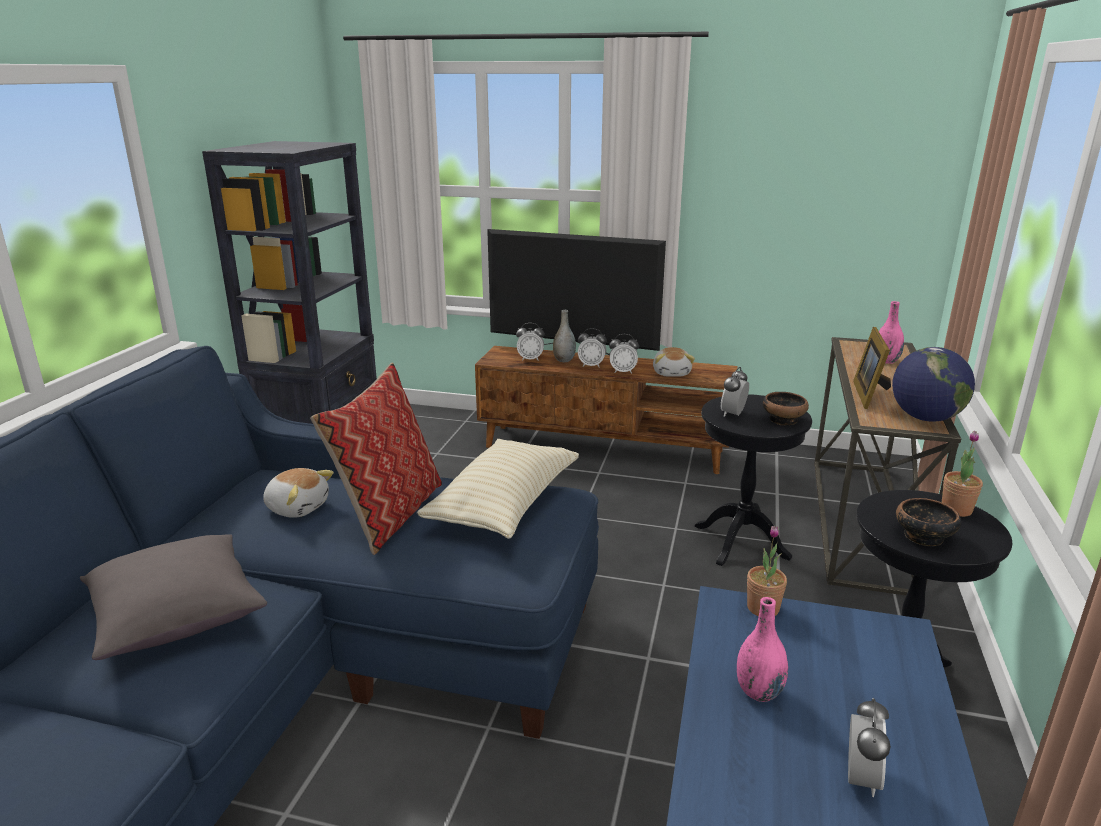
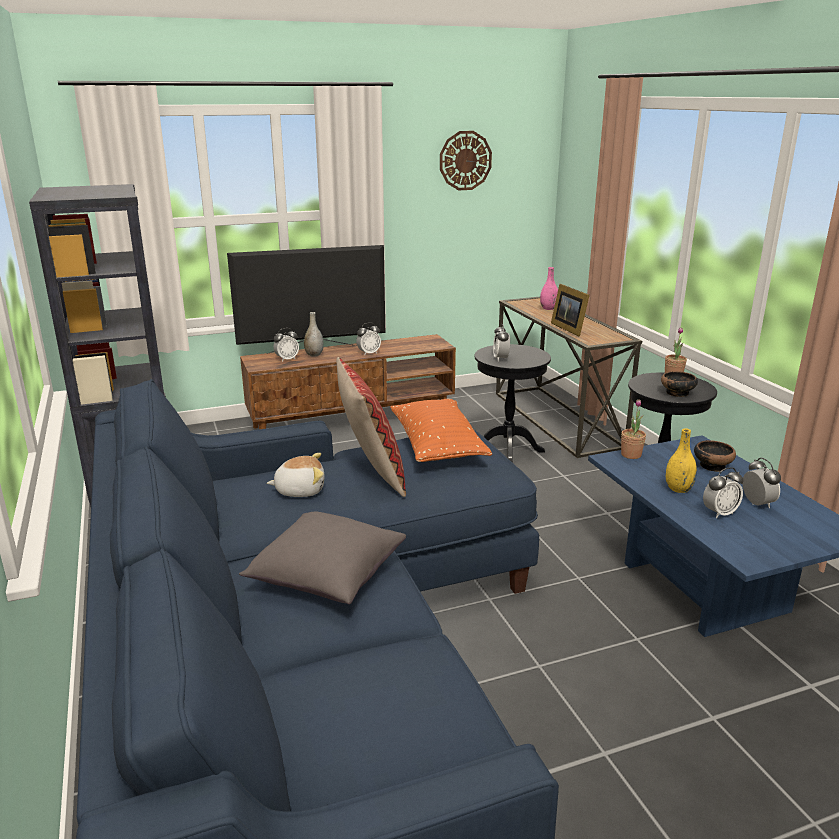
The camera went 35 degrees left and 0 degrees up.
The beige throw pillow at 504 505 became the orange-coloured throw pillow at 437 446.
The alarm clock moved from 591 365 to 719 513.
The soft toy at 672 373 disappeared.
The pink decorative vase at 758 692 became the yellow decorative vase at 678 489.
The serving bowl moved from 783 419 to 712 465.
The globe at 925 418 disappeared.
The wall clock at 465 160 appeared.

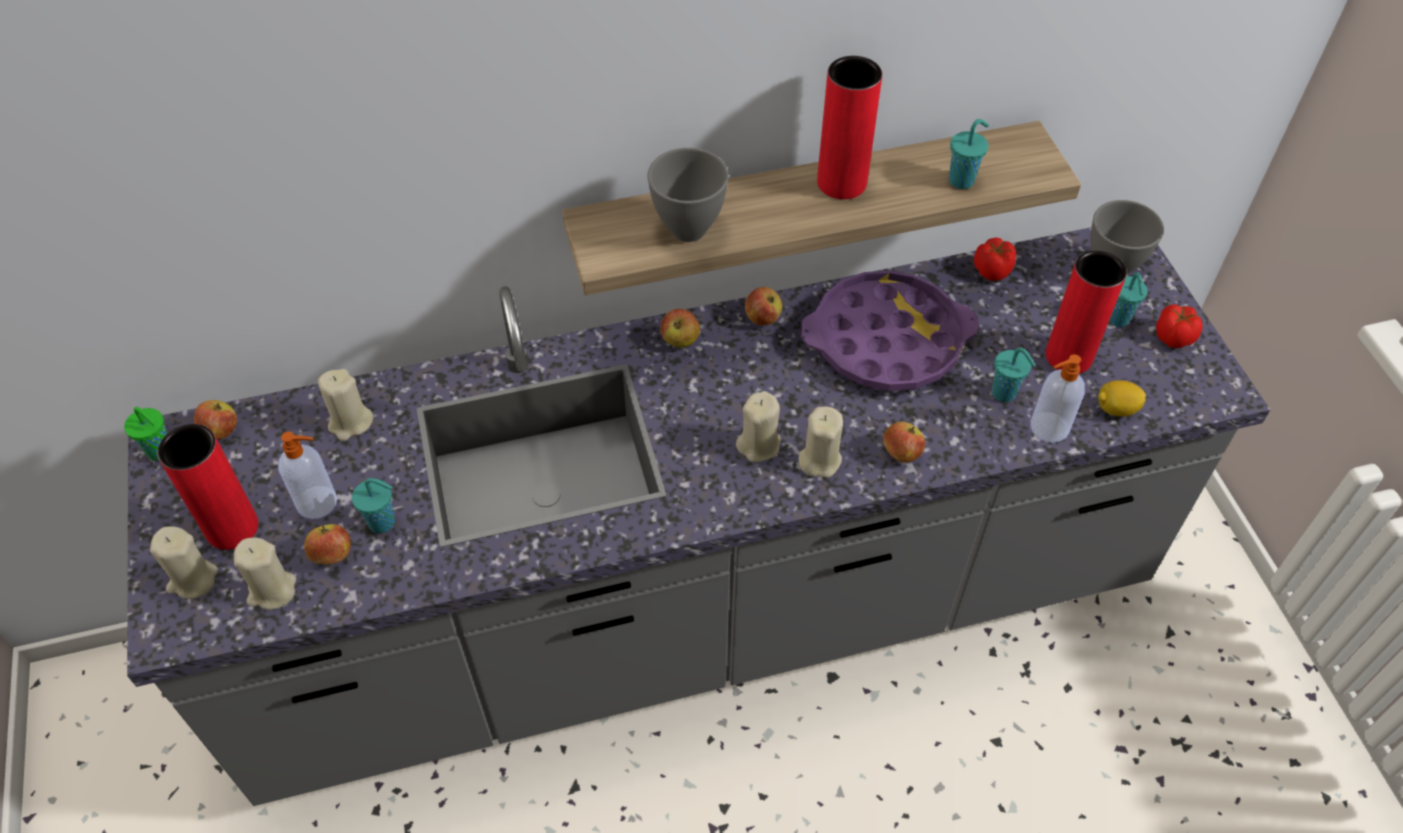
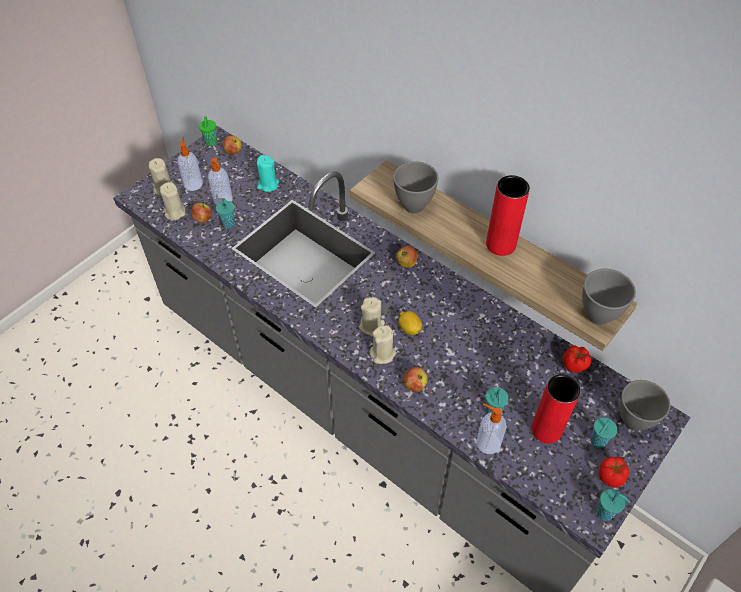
The camera went 55 degrees right and 0 degrees up.
The reddish decorative vase at 232 528 was replaced by the soap bottle at 193 184.
The beige candle at 350 422 became the turquoise candle at 268 185.
The apple fruit at 762 318 disappeared.
The purplish tray at 886 340 disappeared.
The turquoise small cup moved from 962 180 to 605 513.
The lemon moved from 1116 409 to 409 329.
The gray serving bowl at 599 315 appeared.

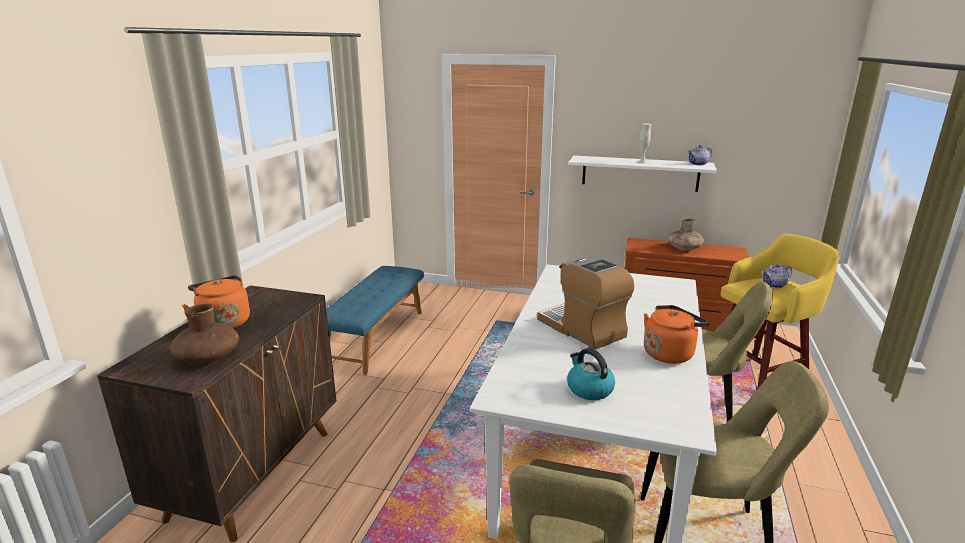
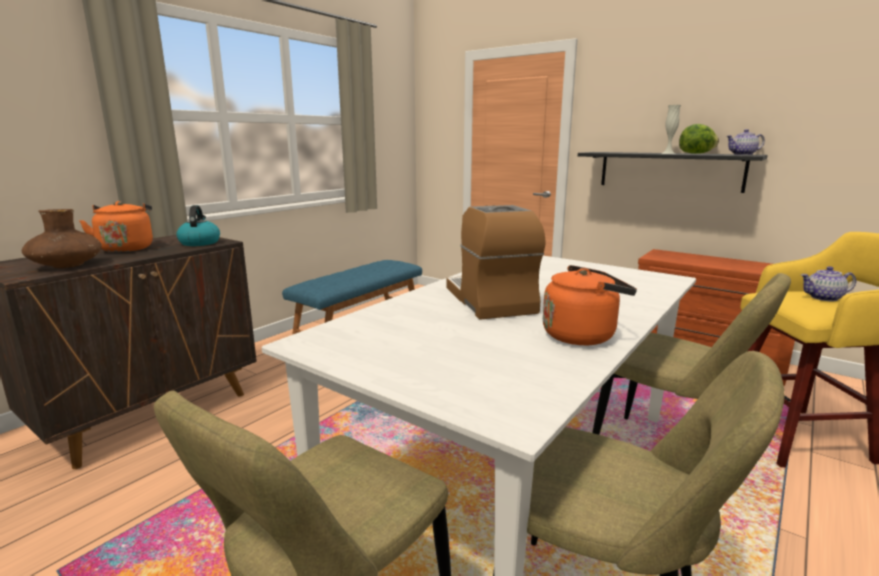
The camera went 20 degrees right and 5 degrees down.
The water kettle moved from 589 389 to 199 242.
The white bracket shelf at 640 173 became the black-coloured bracket shelf at 669 171.
The brown-coloured decorative vase at 684 249 disappeared.
The lettuce at 696 153 appeared.

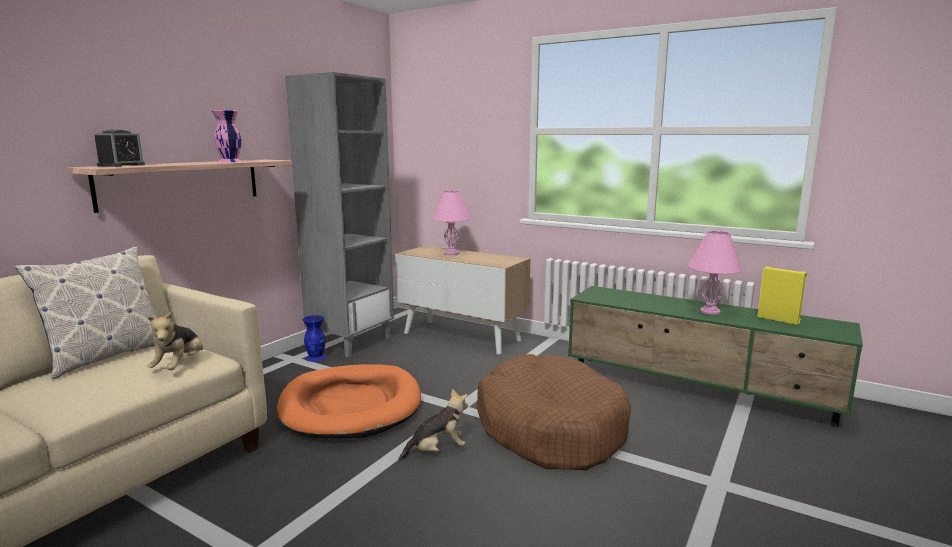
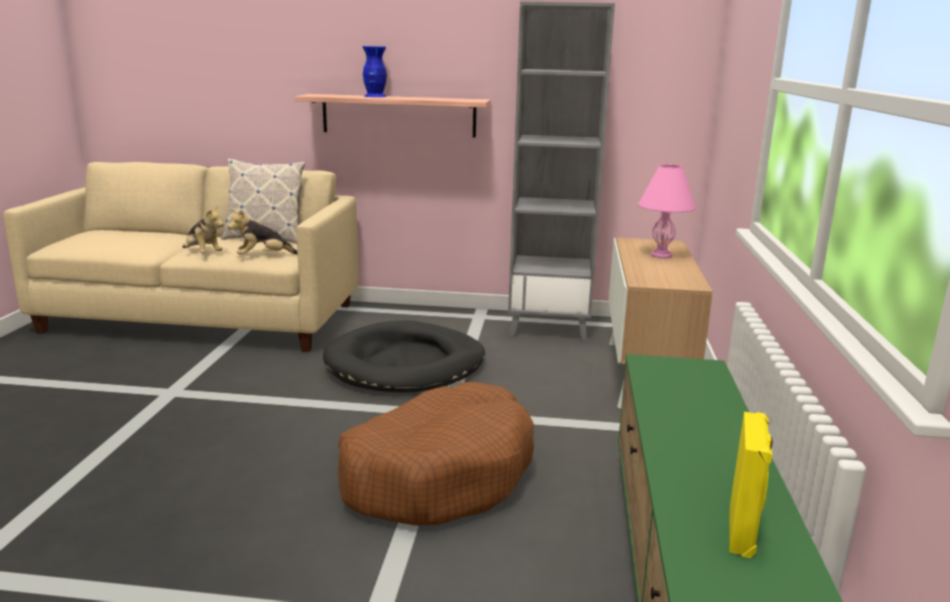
The camera went 65 degrees right and 5 degrees up.
The alarm clock at 121 165 disappeared.
The pink decorative vase at 229 161 disappeared.
The orange-coloured dog cushion at 351 406 became the black-coloured dog cushion at 405 364.
The bluish decorative vase moved from 316 357 to 375 96.
The soft toy moved from 437 451 to 203 254.
The pink table lamp at 710 311 disappeared.

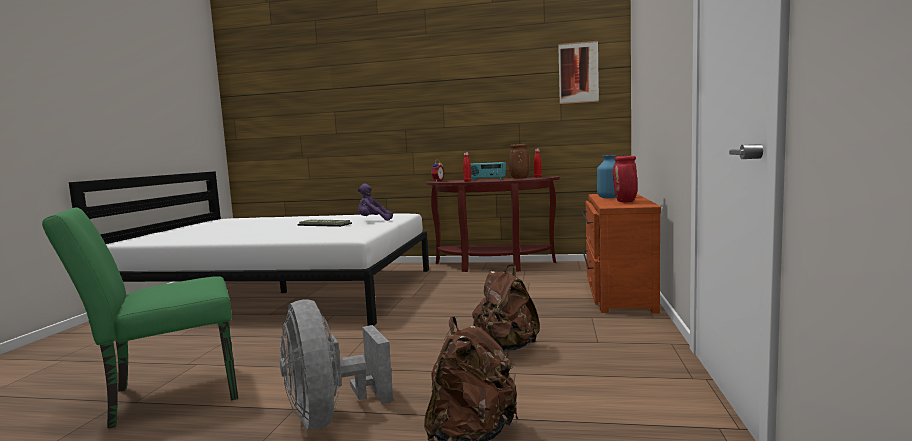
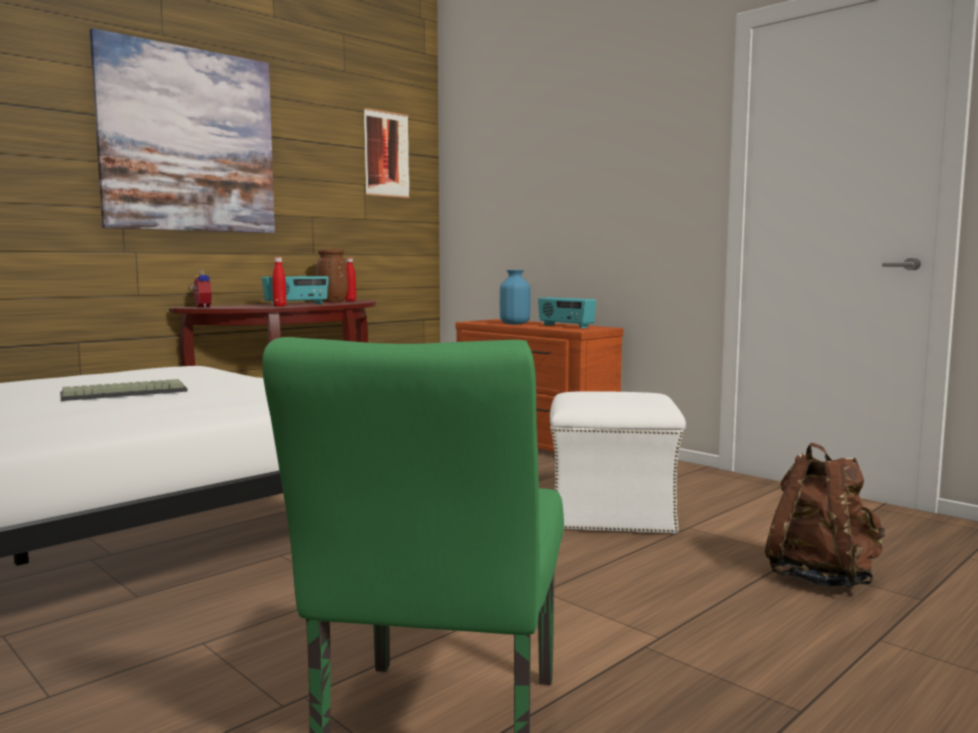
The camera went 55 degrees left and 0 degrees up.
The gray electric fan at 329 416 disappeared.
The purplish soft toy at 373 221 disappeared.
The brown-coloured backpack at 505 348 was replaced by the white pouffe at 613 513.
The reddish decorative vase at 626 202 was replaced by the radio set at 565 326.
The wall art at 189 140 appeared.

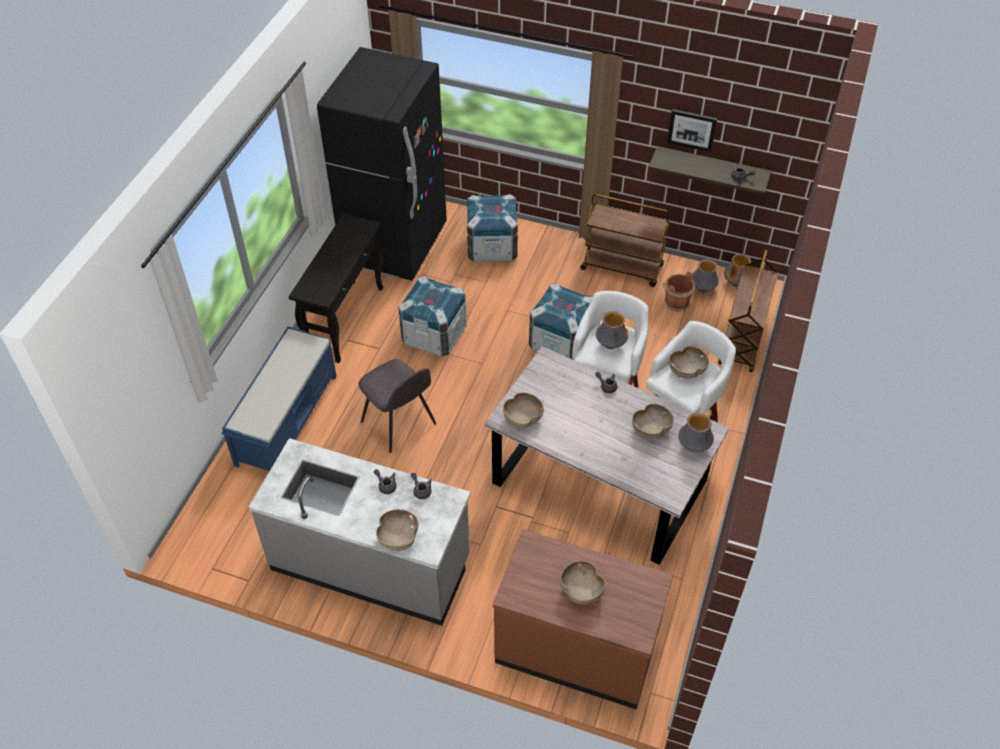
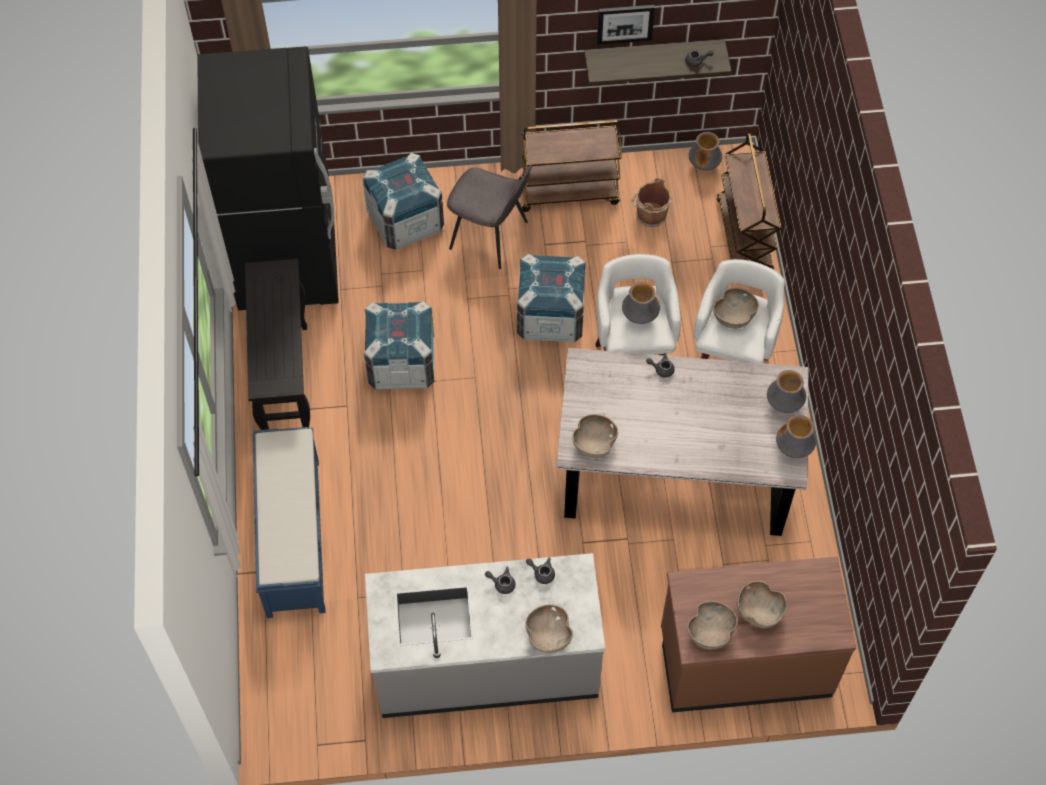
The camera went 25 degrees left and 10 degrees up.
The gray upright chair moved from 399 424 to 490 236.
The brown-coloured serving bowl moved from 651 429 to 710 632.
The decorative vase moved from 702 289 to 793 449.

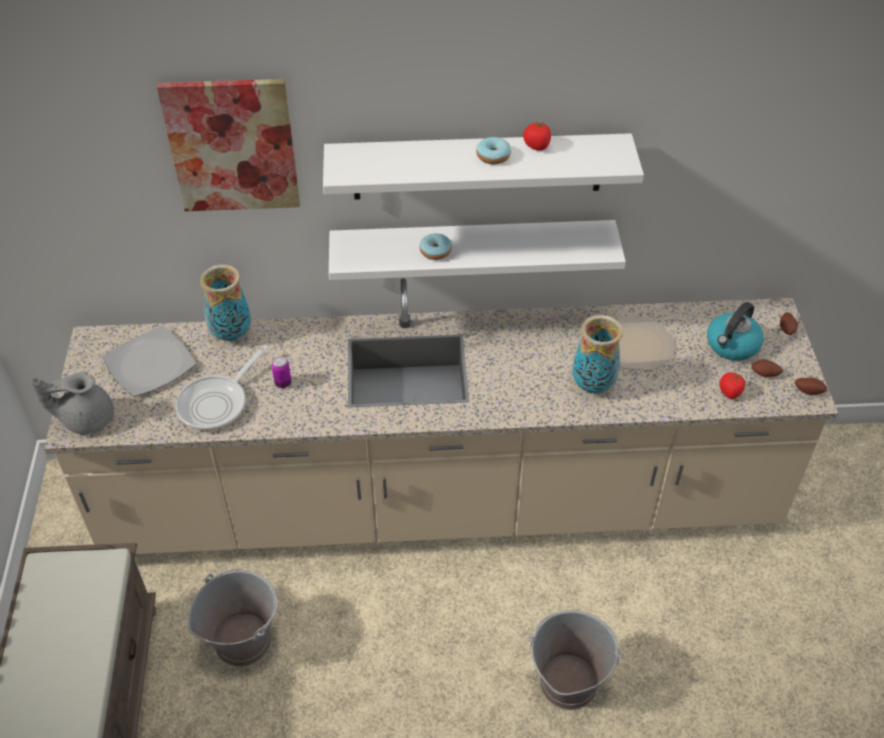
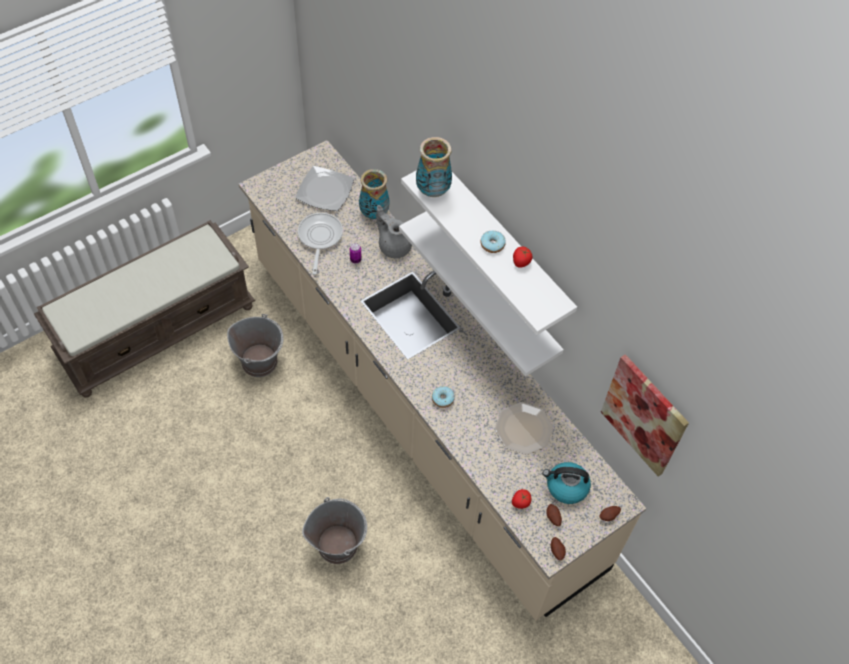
The camera went 55 degrees right and 10 degrees up.
The gray teapot moved from 86 419 to 394 246.
The wall art moved from 232 145 to 644 415.
The skillet at 217 403 turned 90 degrees clockwise.
The doughnut moved from 435 251 to 442 399.
The decorative vase moved from 593 385 to 433 191.

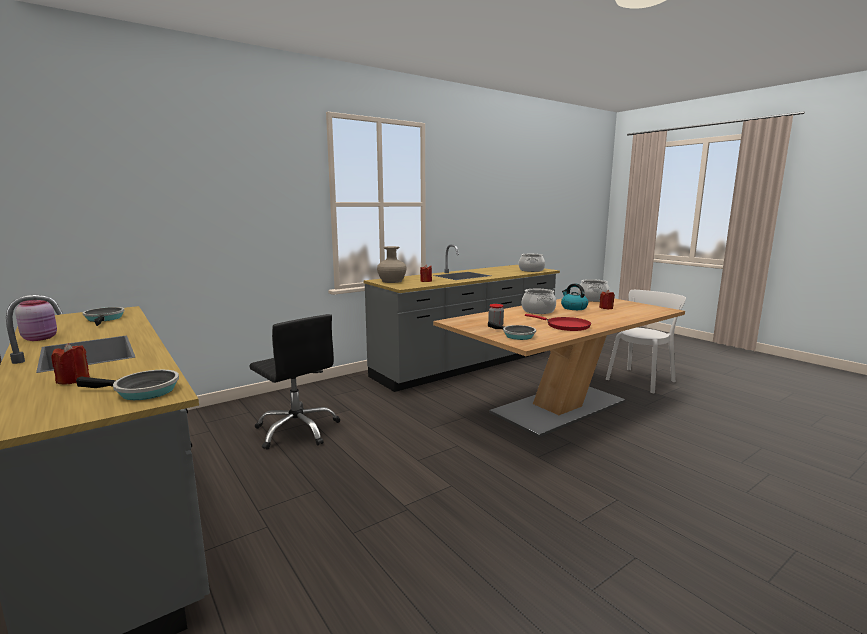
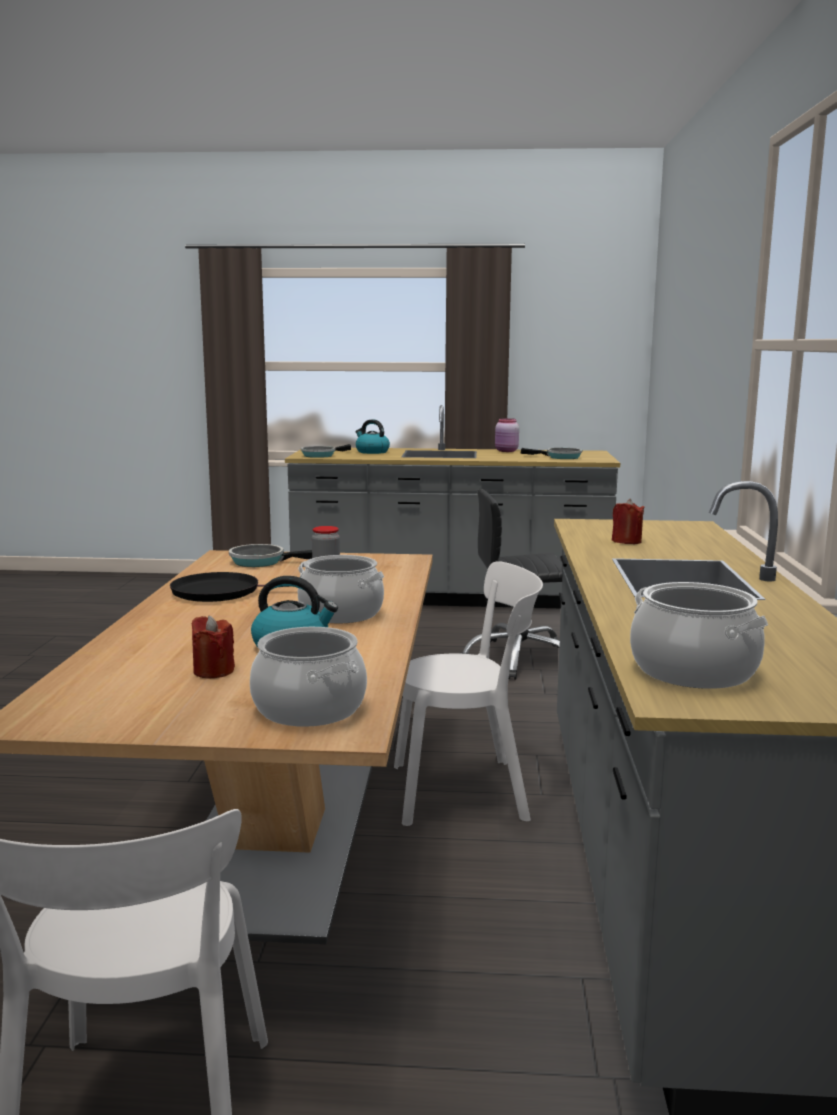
The camera went 130 degrees right and 0 degrees up.
The reddish candle at 74 380 was replaced by the water kettle at 372 452.
The beige decorative vase at 392 281 disappeared.
The reddish skillet at 565 326 became the black-coloured skillet at 222 592.
The white upright chair at 466 791 appeared.

